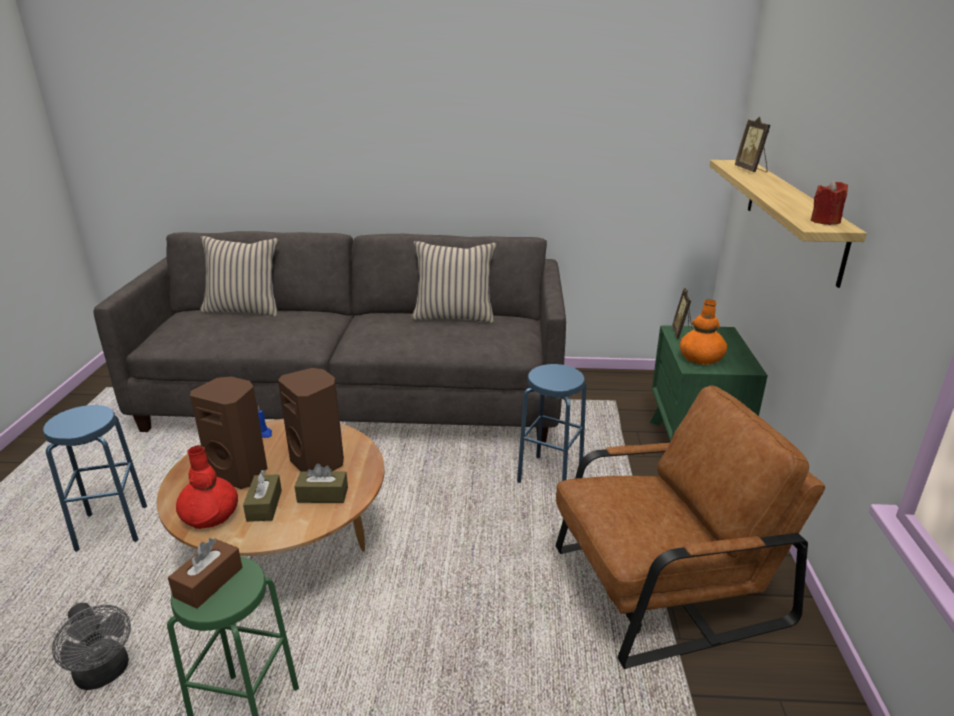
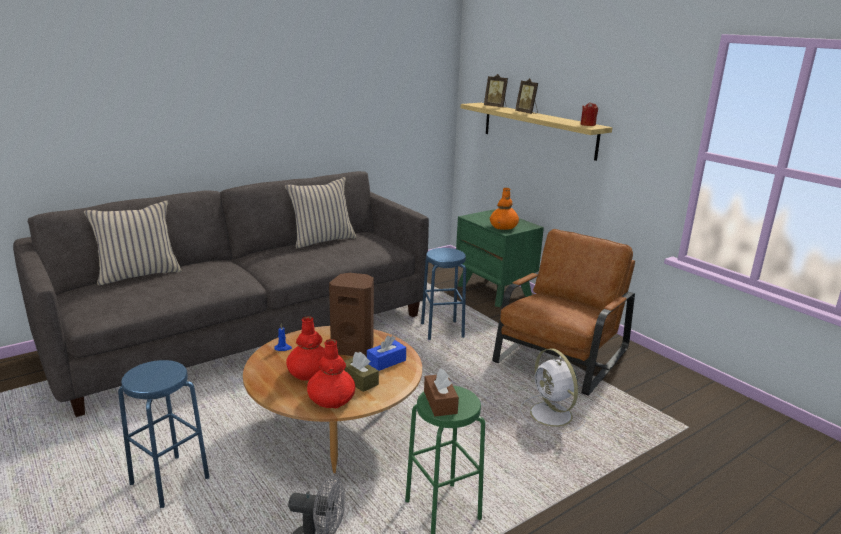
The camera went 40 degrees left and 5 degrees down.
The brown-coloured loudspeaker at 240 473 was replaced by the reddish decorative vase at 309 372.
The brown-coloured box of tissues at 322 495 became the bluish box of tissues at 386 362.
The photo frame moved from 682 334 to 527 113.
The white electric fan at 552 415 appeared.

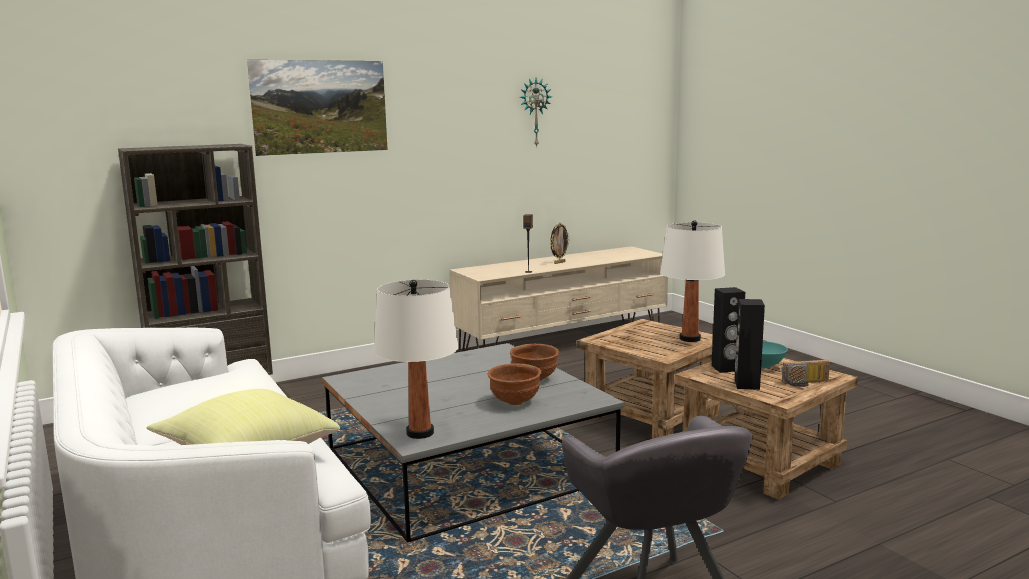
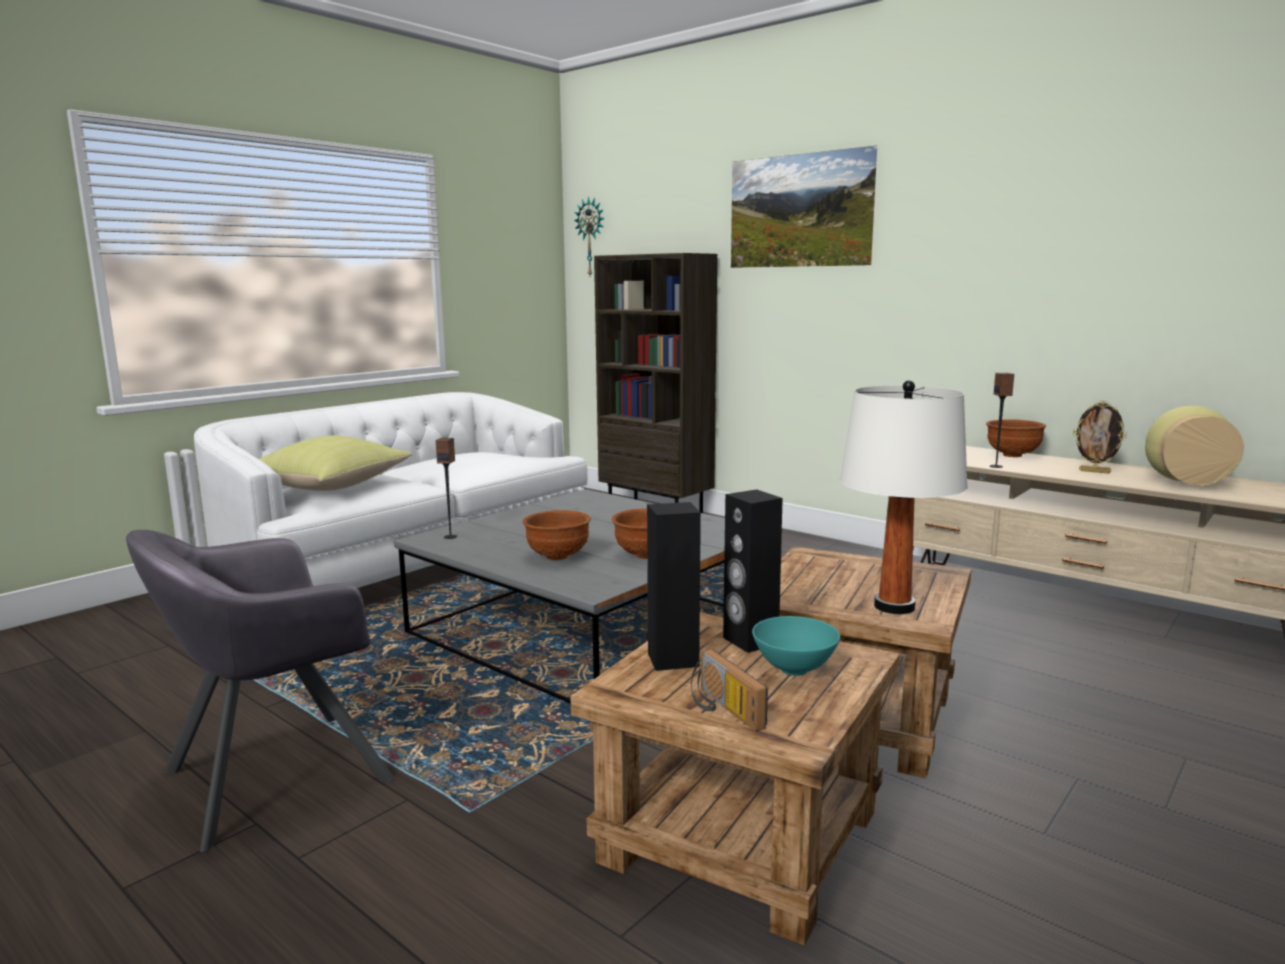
The camera went 70 degrees right and 0 degrees up.
The white table lamp at 420 433 was replaced by the loudspeaker at 450 537.
The wall clock moved from 534 112 to 591 237.
The brown-coloured serving bowl at 1012 455 appeared.
The decorative vase at 1185 481 appeared.

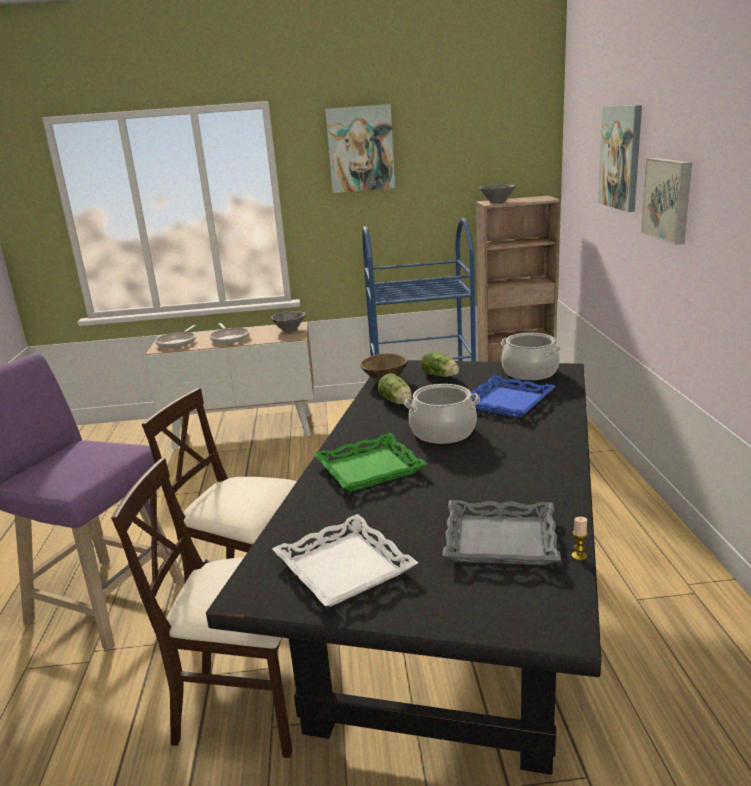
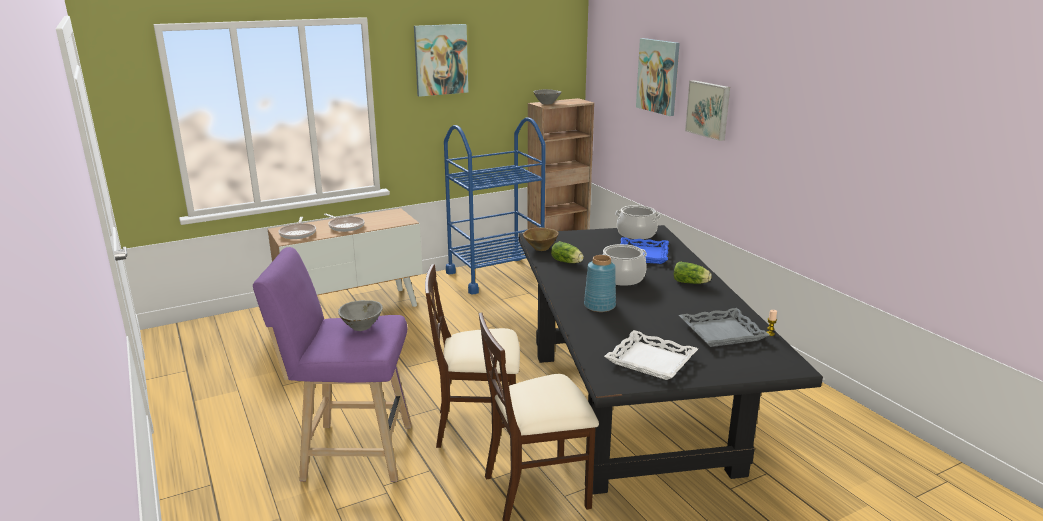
The camera went 25 degrees left and 0 degrees up.
The gray serving bowl moved from 289 330 to 362 327.
The green tray at 369 468 was replaced by the bluish decorative vase at 599 306.
The lettuce moved from 441 376 to 691 283.

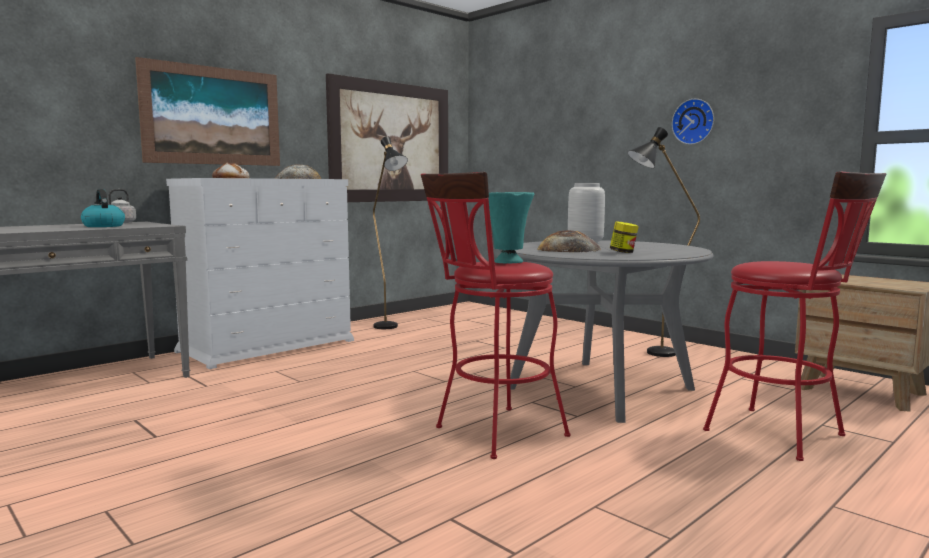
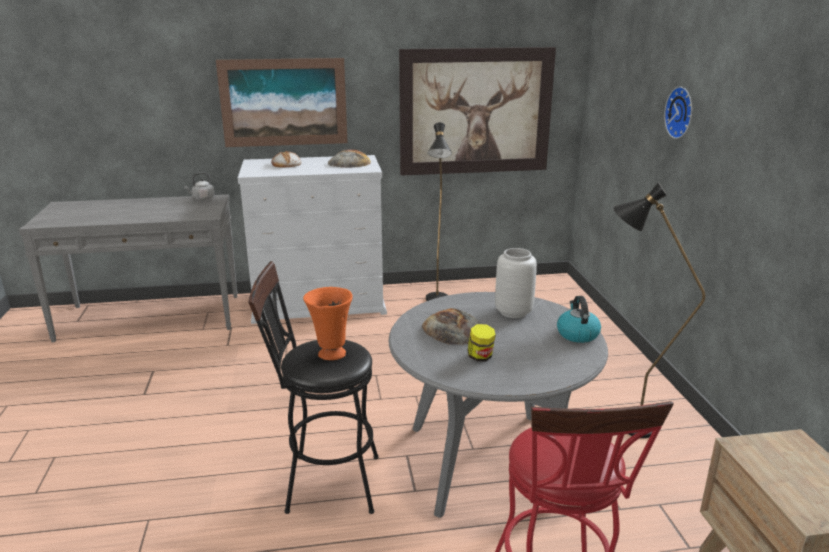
The camera went 35 degrees right and 15 degrees up.
The water kettle moved from 103 226 to 577 334.
The reddish stool seat at 493 434 became the black-coloured stool seat at 324 483.
The turquoise decorative vase at 507 262 became the orange-coloured decorative vase at 331 354.
The wall clock moved from 694 121 to 681 112.

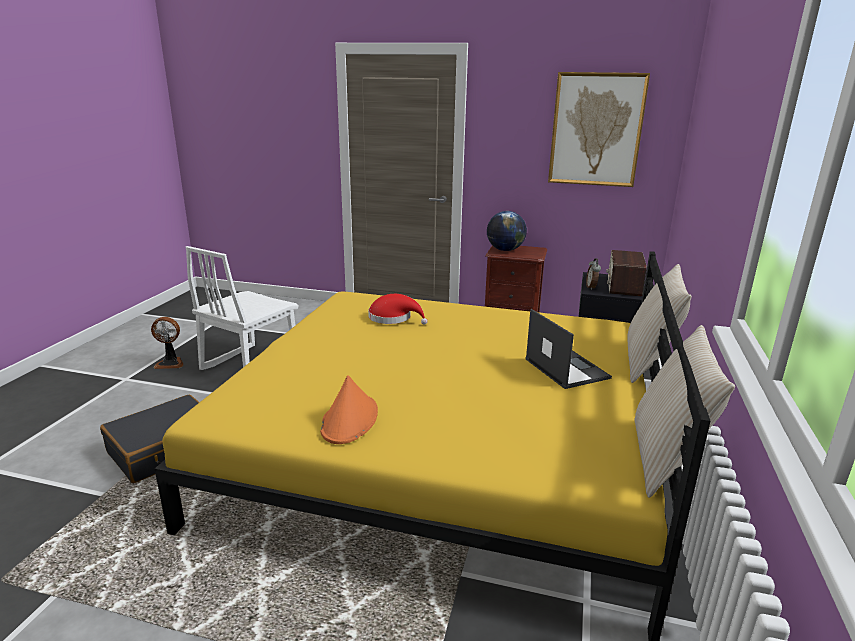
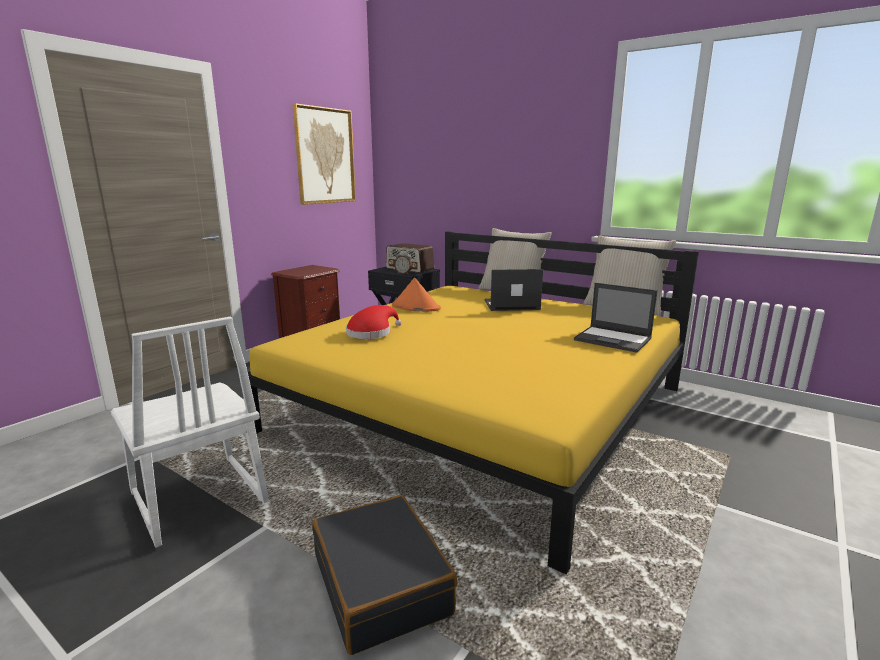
The camera went 70 degrees left and 5 degrees down.
The electric fan at 170 363 disappeared.
The orange-coloured wearable hat moved from 349 420 to 415 307.
The globe at 505 250 disappeared.
The laptop at 613 339 appeared.

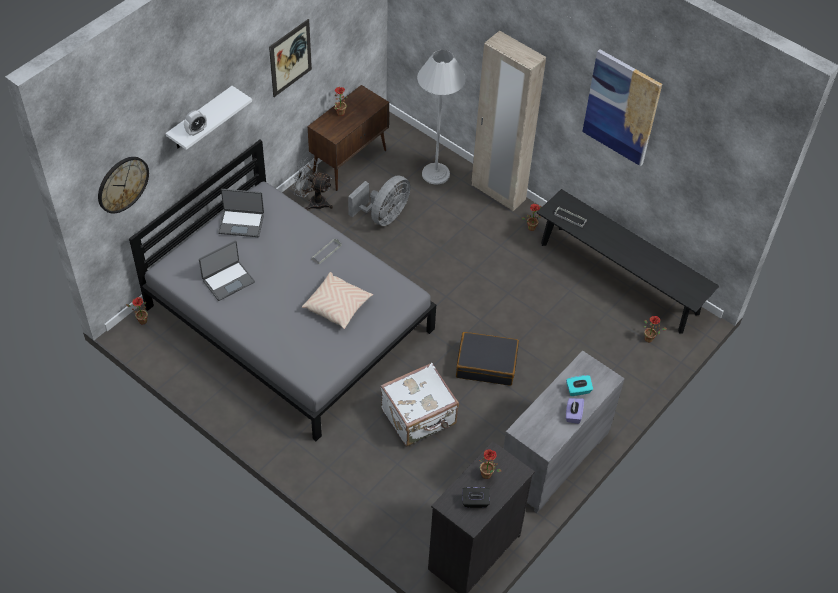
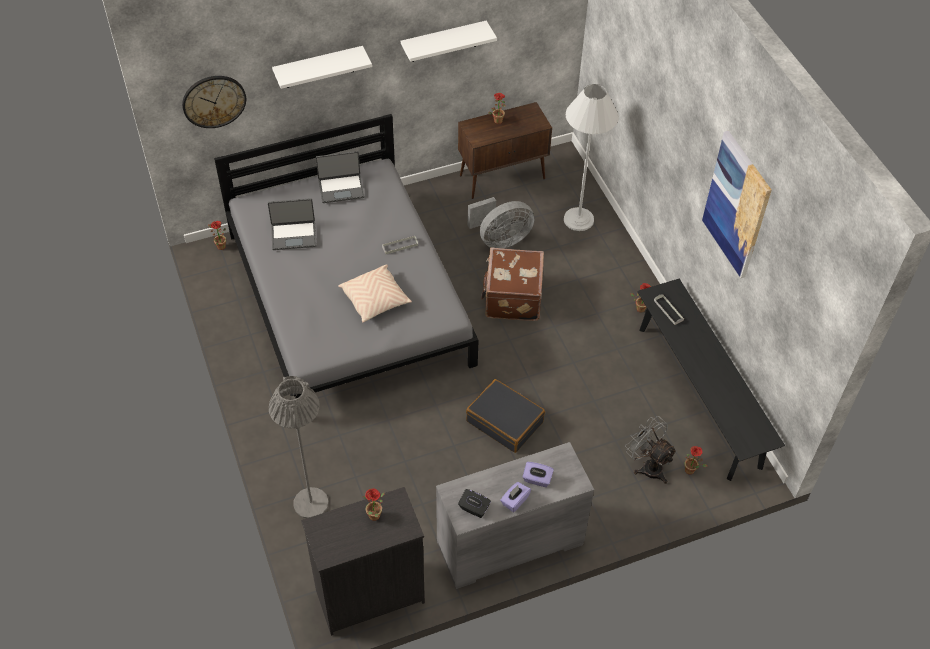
The camera went 30 degrees right and 0 degrees up.
The alarm clock at 196 131 disappeared.
The laptop at 241 223 turned 45 degrees counterclockwise.
The wall art at 290 58 was replaced by the white bracket shelf at 443 42.
The gray electric fan moved from 313 202 to 648 466.
The white piece of luggage at 419 417 disappeared.
The black-coloured box of tissues moved from 475 502 to 474 508.
The beige wardrobe at 498 192 disappeared.
The turquoise box of tissues at 578 390 became the purplish box of tissues at 537 479.
The gray standing lamp at 311 503 appeared.
The brown-coloured piece of luggage at 512 298 appeared.

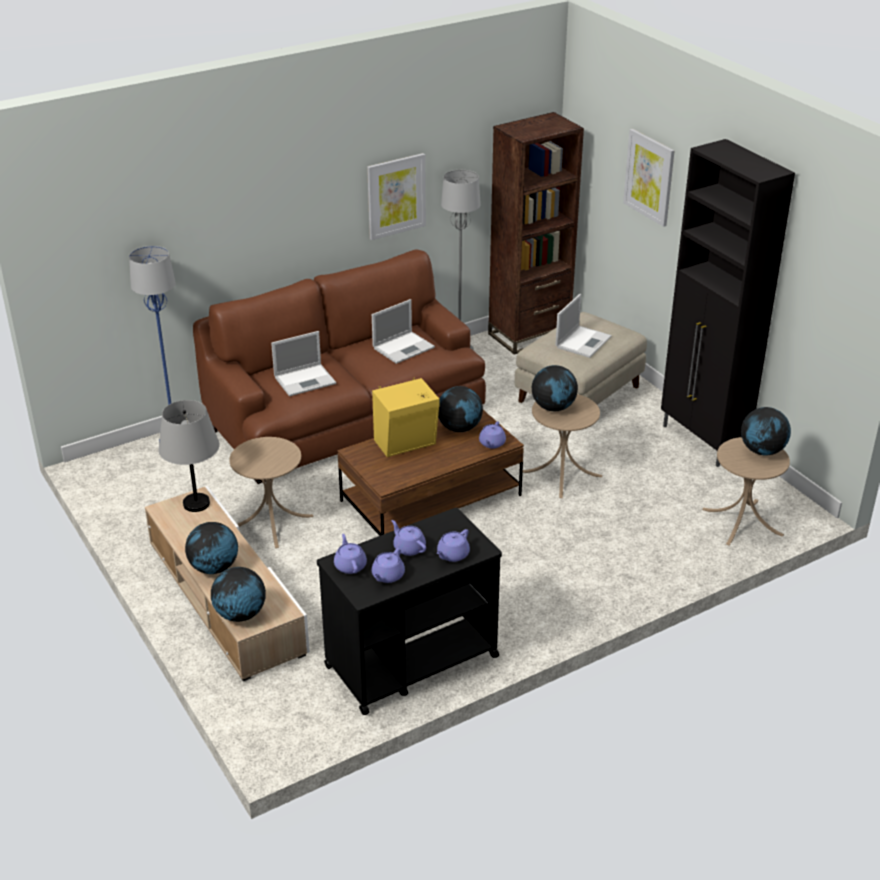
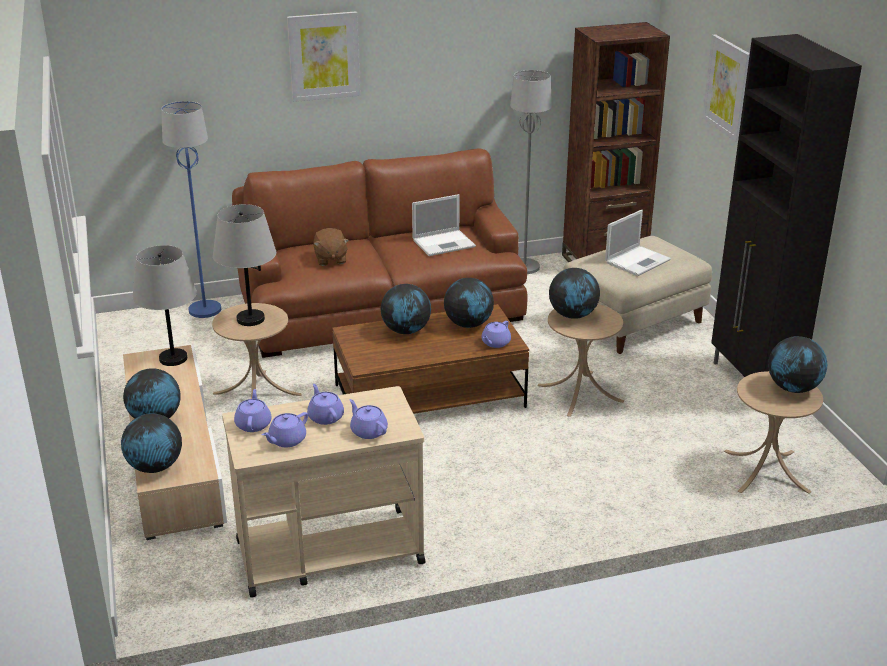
The camera went 15 degrees right and 5 degrees down.
The laptop at 306 380 was replaced by the brown-coloured soft toy at 330 259.
The black-coloured wheeled cart at 410 661 became the beige wheeled cart at 328 552.
The wall art moved from 396 196 to 324 56.
The yellow loudspeaker at 407 443 was replaced by the globe at 406 331.
The purplish teapot at 452 555 turned 90 degrees clockwise.
The gray table lamp at 250 319 appeared.

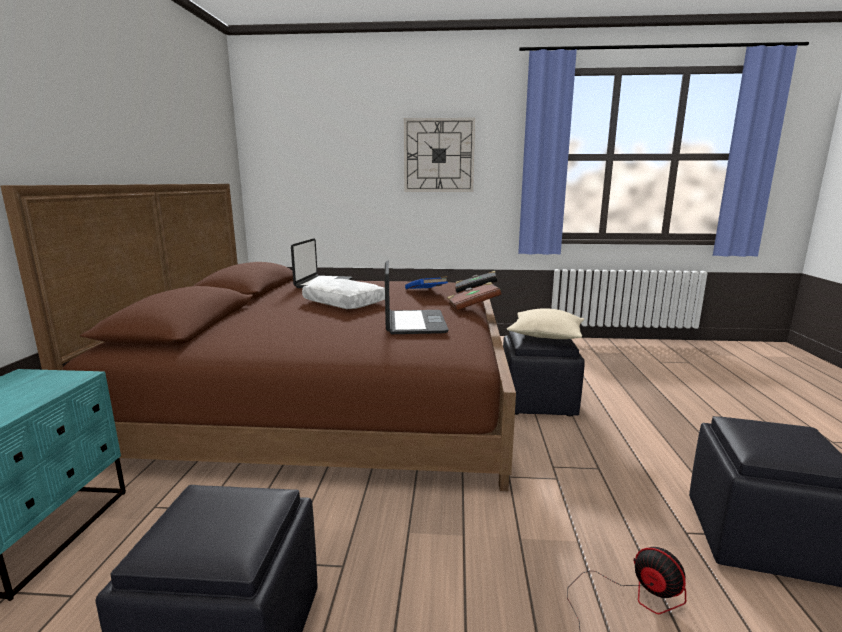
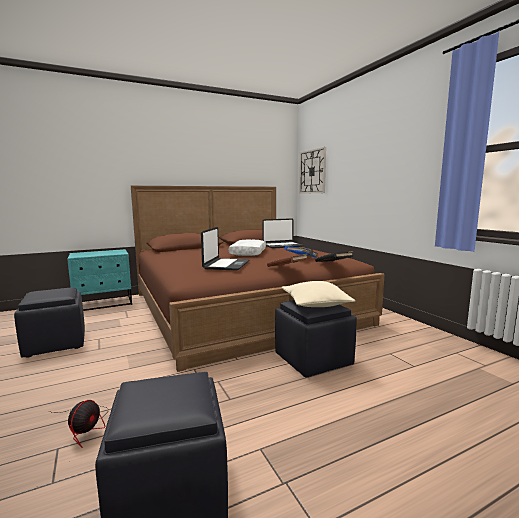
The camera went 60 degrees right and 5 degrees down.
The laptop at 413 323 turned 45 degrees counterclockwise.
The wall clock moved from 439 155 to 312 171.

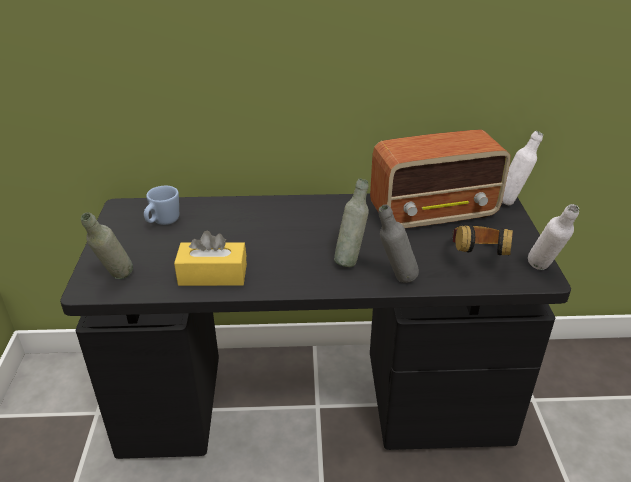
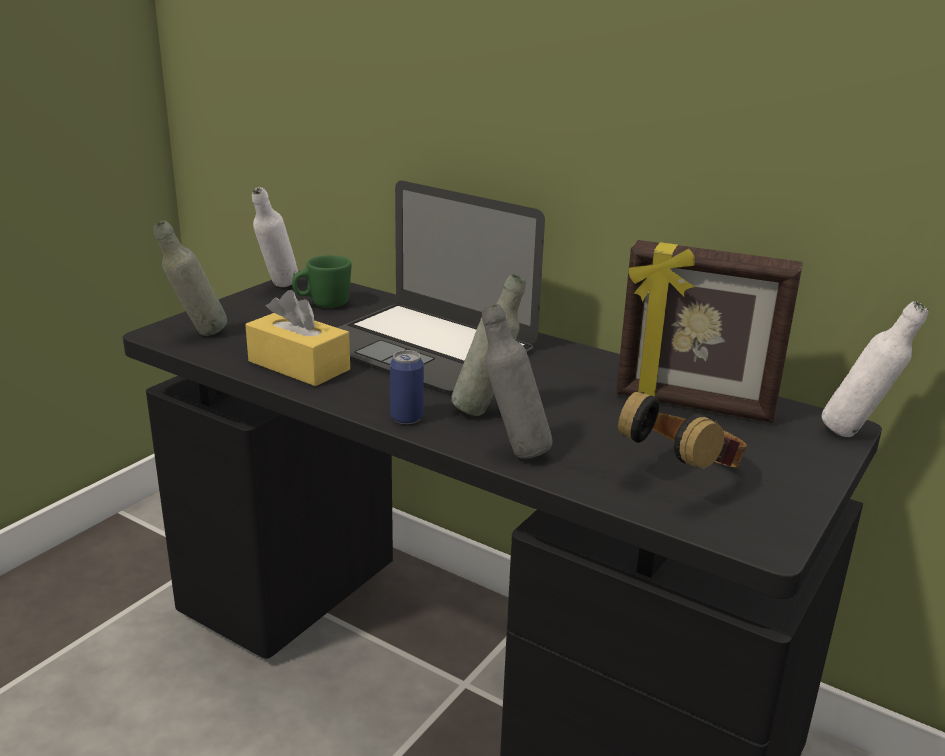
The camera went 35 degrees right and 10 degrees down.
The bluish coffee mug at 163 222 became the green coffee mug at 323 304.
The radio set at 434 213 was replaced by the photo frame at 693 406.
The white beverage bottle moved from 543 271 to 278 288.
The laptop at 424 346 appeared.
The sealed can at 407 418 appeared.

